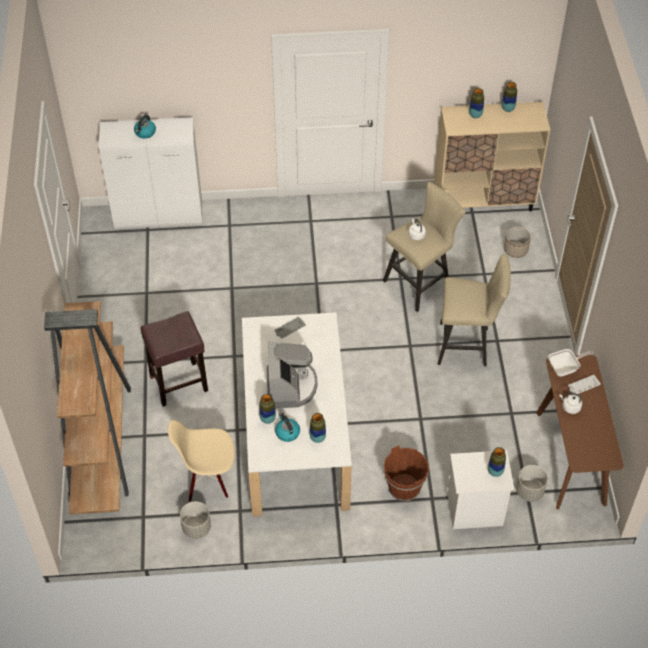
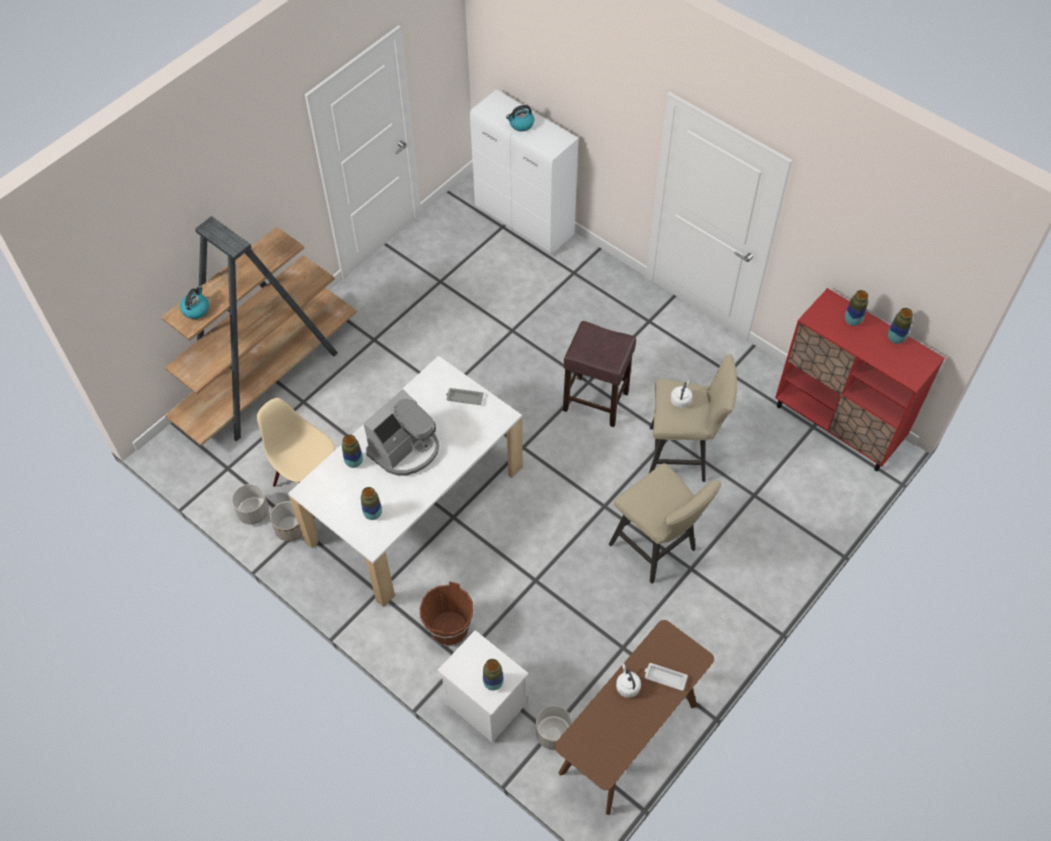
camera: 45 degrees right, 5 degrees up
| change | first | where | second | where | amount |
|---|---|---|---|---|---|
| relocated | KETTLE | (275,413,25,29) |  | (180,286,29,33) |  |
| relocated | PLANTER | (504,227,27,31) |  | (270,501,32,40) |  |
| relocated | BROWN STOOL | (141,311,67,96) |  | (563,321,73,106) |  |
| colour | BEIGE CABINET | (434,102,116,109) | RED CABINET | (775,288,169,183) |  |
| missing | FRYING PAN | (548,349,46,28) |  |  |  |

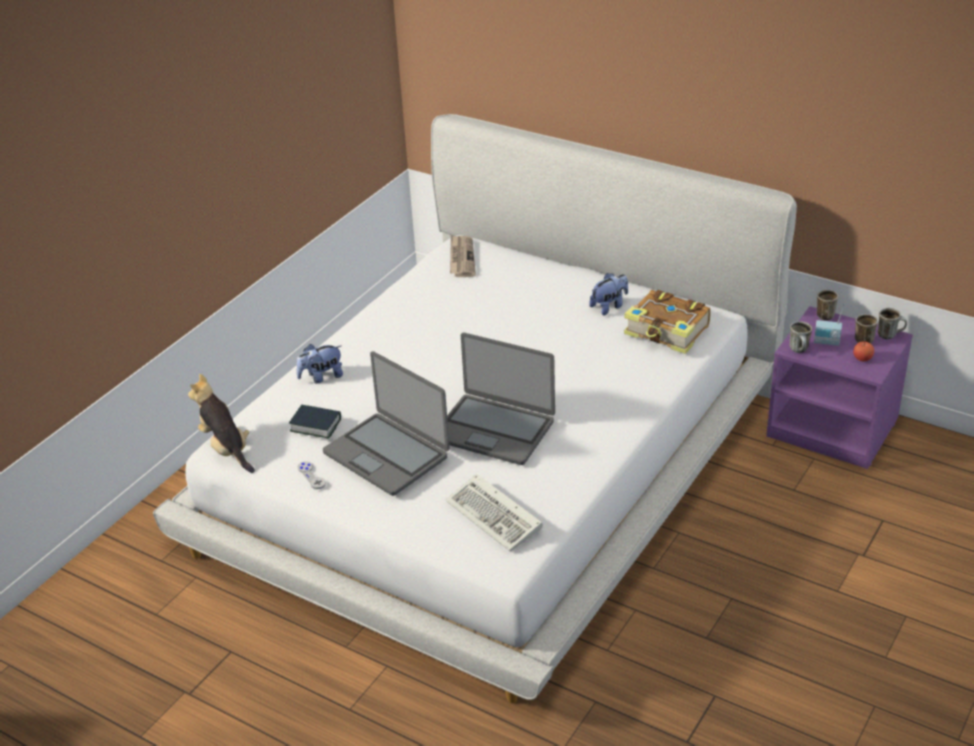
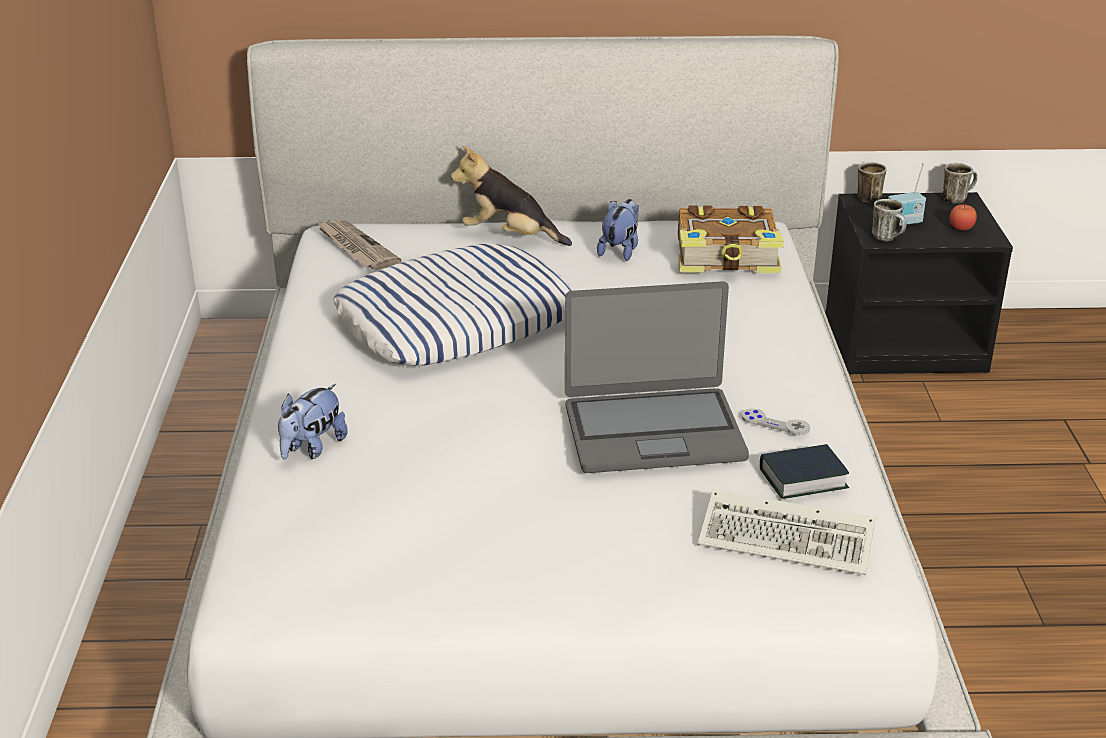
camera: 35 degrees left, 5 degrees down
| change | first | where | second | where | amount |
|---|---|---|---|---|---|
| appeared |  |  | PILLOW | (333,244,240,122) |  |
| relocated | PLUSH TOY | (188,374,67,99) |  | (451,146,121,100) |  |
| relocated | GREY GAME CONTROLLER | (298,461,28,28) |  | (742,408,68,27) |  |
| relocated | BOOK | (289,405,52,34) |  | (760,444,89,55) |  |
| colour | PURPLE NIGHTSTAND | (766,306,147,163) | BLACK NIGHTSTAND | (826,192,187,182) |  |
| missing | LAPTOP | (323,351,127,145) |  |  |  |
| missing | MUG | (855,314,23,30) |  |  |  |

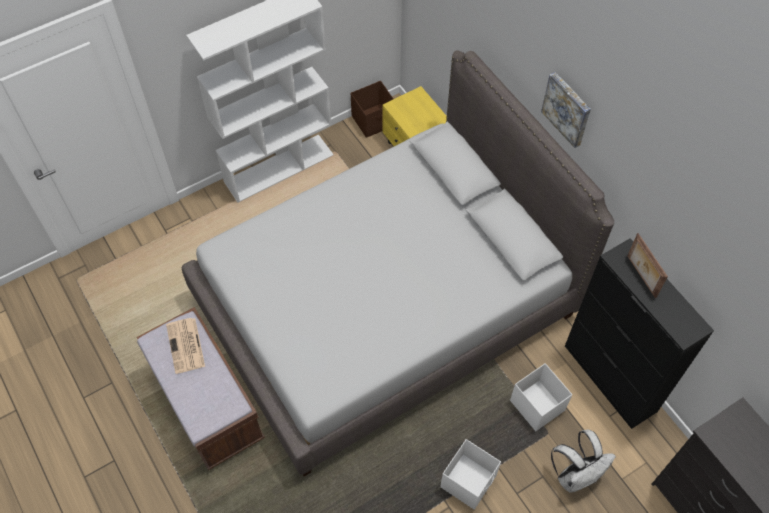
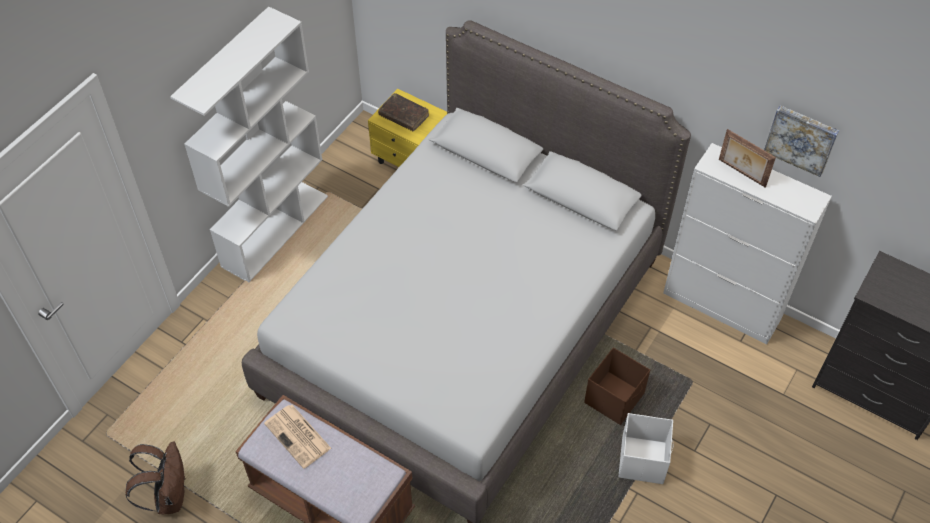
camera: 25 degrees left, 5 degrees down
| change | first | where | second | where | amount |
|---|---|---|---|---|---|
| appeared |  |  | BROWN BACKPACK | (126,441,60,73) |  |
| appeared |  |  | BROWN BOOK | (378,93,51,38) |  |
| relocated | BROWN STORAGE BOX | (351,81,42,57) |  | (584,347,66,78) |  |
| colour | BLACK CABINET | (565,238,149,191) | WHITE CABINET | (663,143,169,202) |  |
| relocated | PICTURE | (541,72,50,76) |  | (764,105,75,72) |  |
| missing | WHITE STORAGE BOX | (510,363,62,68) |  |  |  |
| missing | WHITE BACKPACK | (551,430,65,63) |  |  |  |

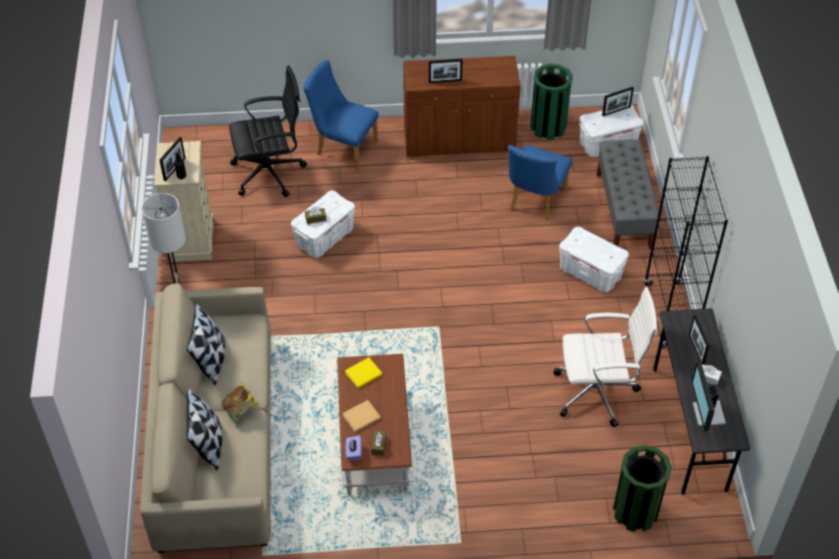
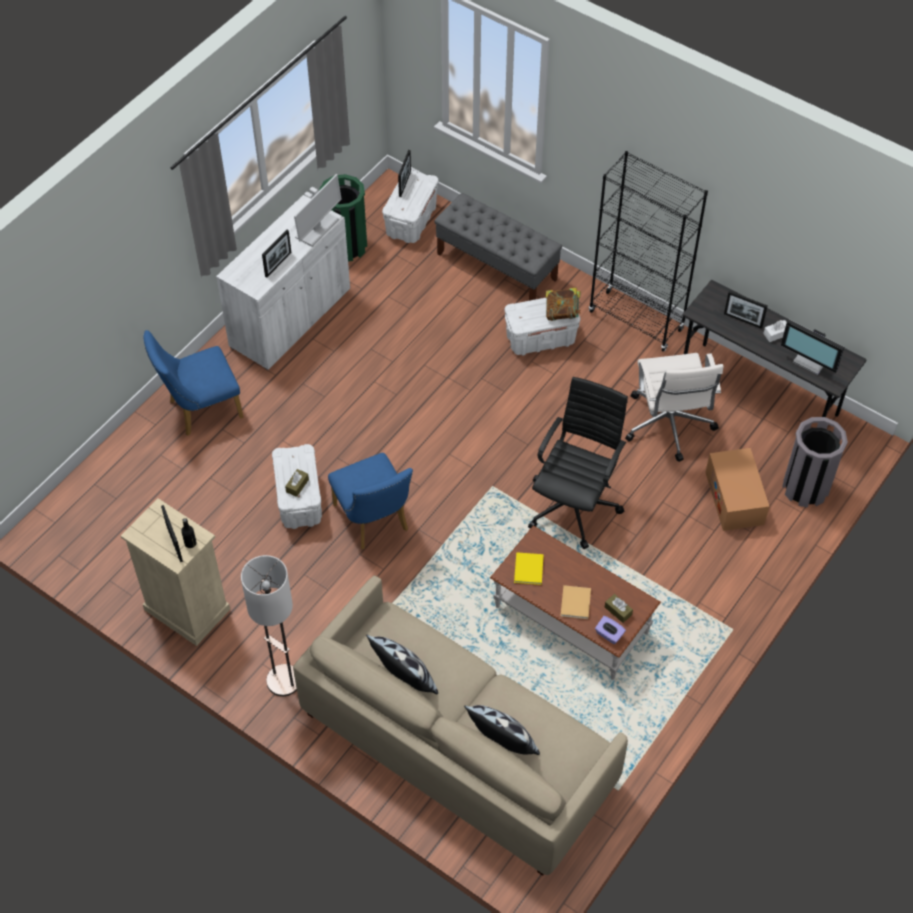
camera: 50 degrees left, 5 degrees up
| change | first | where | second | where | amount |
|---|---|---|---|---|---|
| colour | BROWN CABINET | (403,56,118,101) | WHITE CABINET | (216,195,134,175) |  |
| appeared |  |  | MONITOR | (294,174,48,73) |  |
| relocated | BLUE CHAIR | (508,145,64,76) |  | (328,453,85,96) |  |
| relocated | BLACK OFFICE CHAIR | (229,65,78,132) |  | (528,377,100,172) |  |
| relocated | BOOK | (222,382,37,39) |  | (546,288,35,33) |  |
| spun | WHITE OFFICE CHAIR | (553,287,104,141) |  | (625,353,98,109) | 135 degrees clockwise |
| appeared |  |  | CARDBOARD BOX | (705,448,65,83) |  |
| colour | GREEN TRASH CAN | (613,445,59,87) | GREY TRASH CAN | (783,417,65,91) |  |

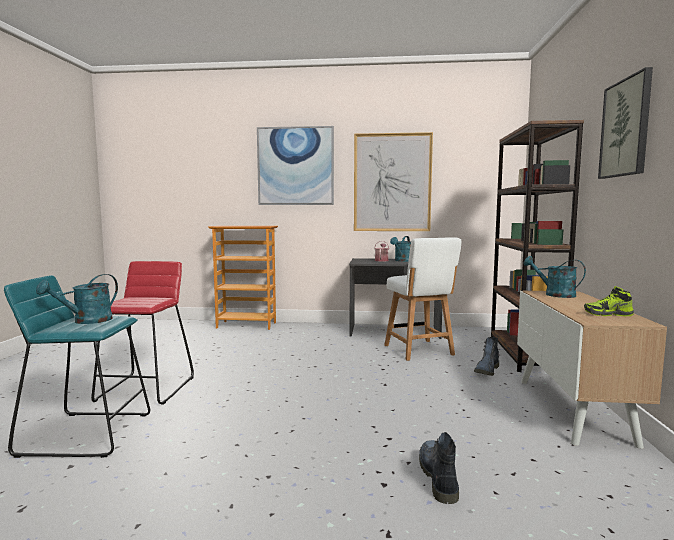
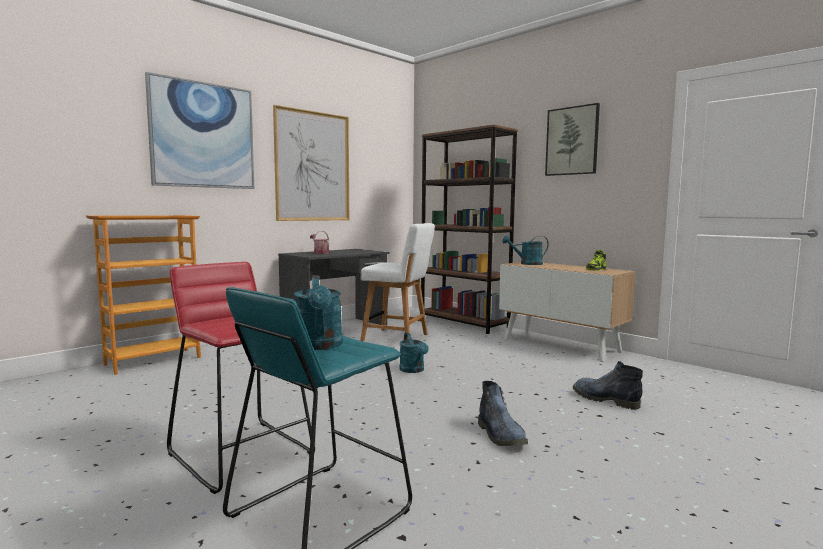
camera: 50 degrees left, 0 degrees up
| change | first | where | second | where | amount |
|---|---|---|---|---|---|
| relocated | TURQUOISE WATERING CAN | (390,236,21,26) |  | (399,333,30,40) |  |
| relocated | BOOT | (474,337,25,39) |  | (478,381,50,65) |  |

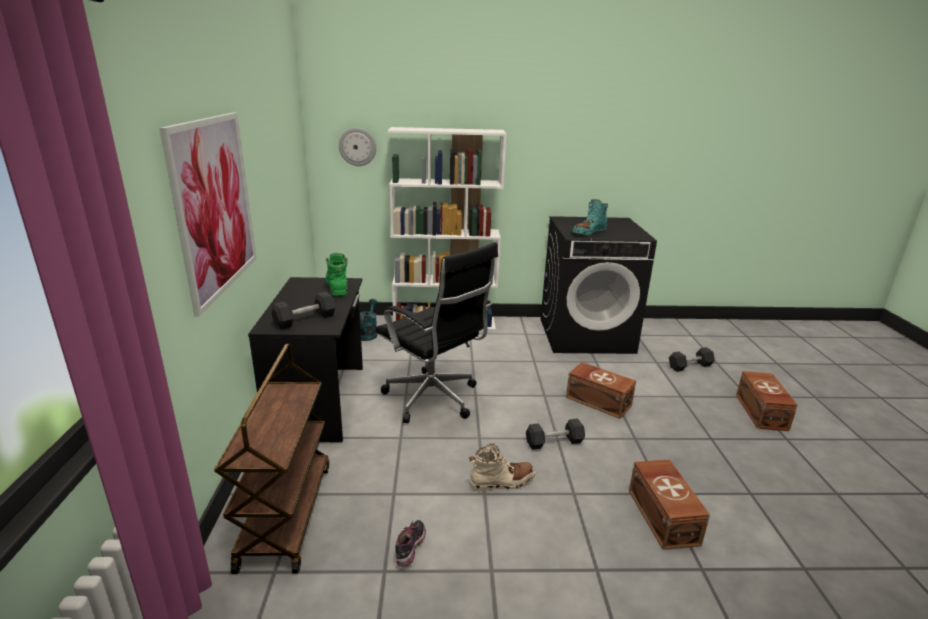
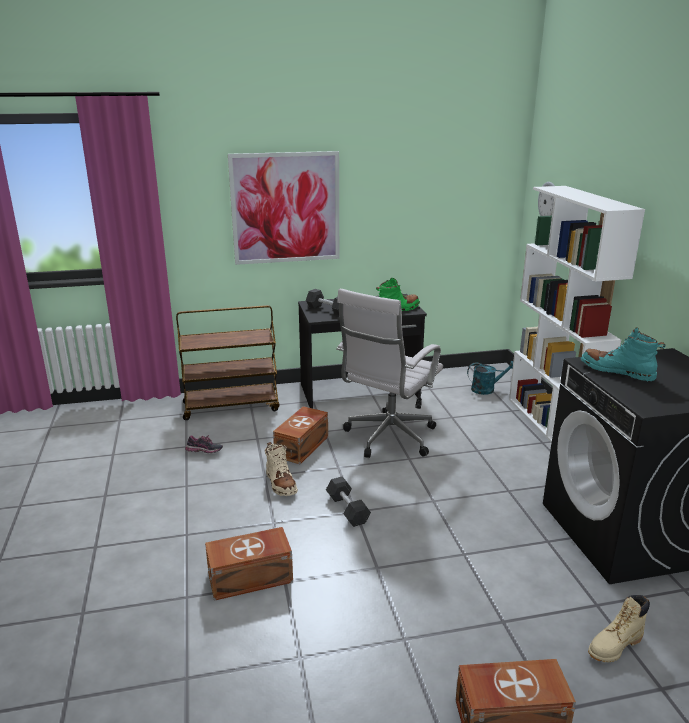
camera: 80 degrees right, 0 degrees up
| change | first | where | second | where | amount |
|---|---|---|---|---|---|
| relocated | BROWN STORAGE BOX | (566,362,70,57) |  | (273,406,55,58) |  |
| colour | BLACK OFFICE CHAIR | (375,242,123,181) | WHITE OFFICE CHAIR | (336,289,107,169) |  |
| exchanged | BLACK DUMBBELL | (669,347,46,25) | BEIGE BOOT | (588,595,62,67) |  |

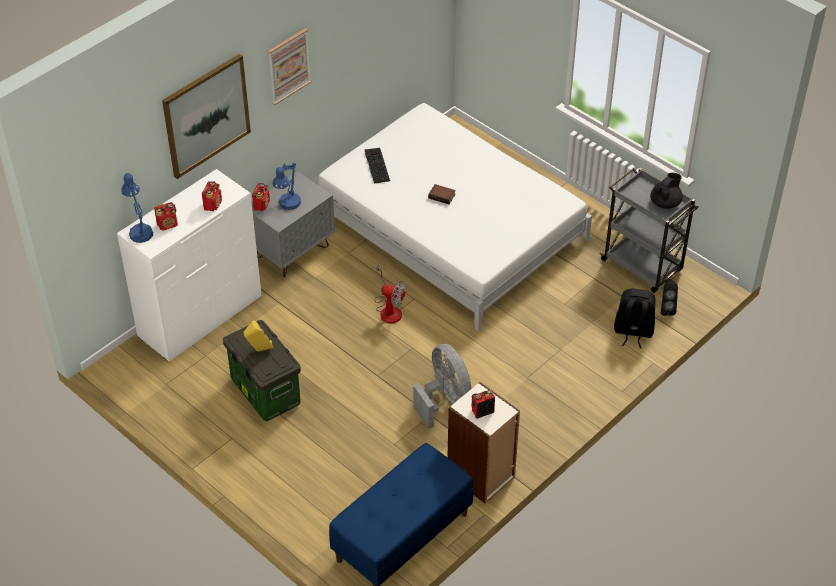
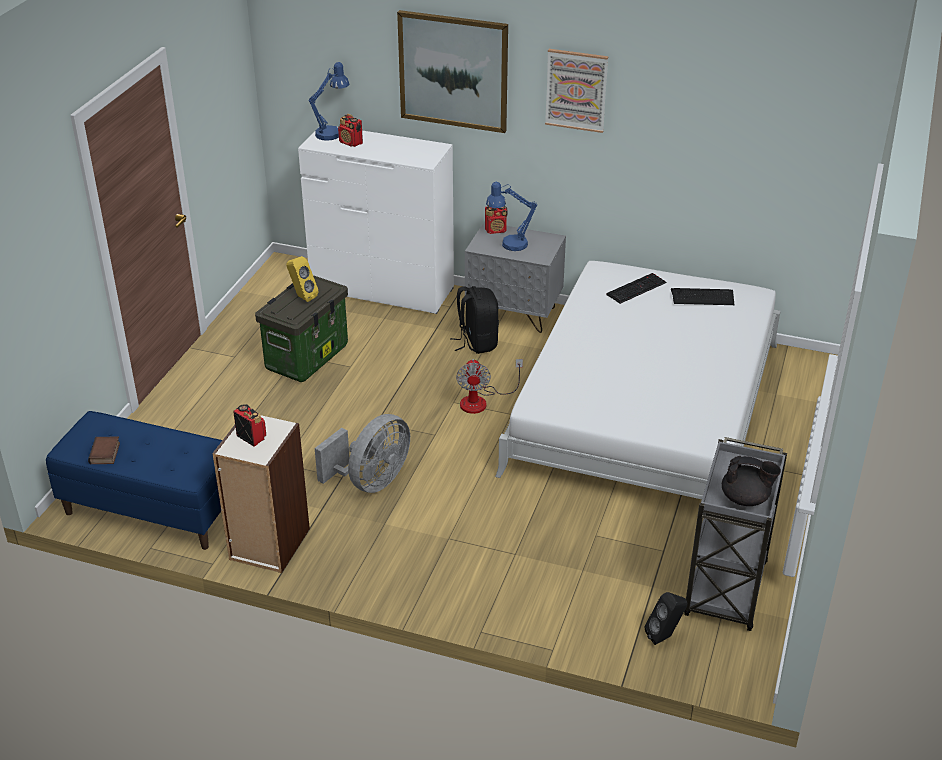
camera: 65 degrees right, 10 degrees down
| change | first | where | second | where | amount |
|---|---|---|---|---|---|
| relocated | BOOK | (428,184,28,20) |  | (88,436,32,28) |  |
| relocated | BLACK BACKPACK | (614,288,41,60) |  | (450,286,49,68) |  |
| appeared |  |  | KEYBOARD | (671,288,63,17) |  |
| missing | RADIO | (202,181,20,30) |  |  |  |

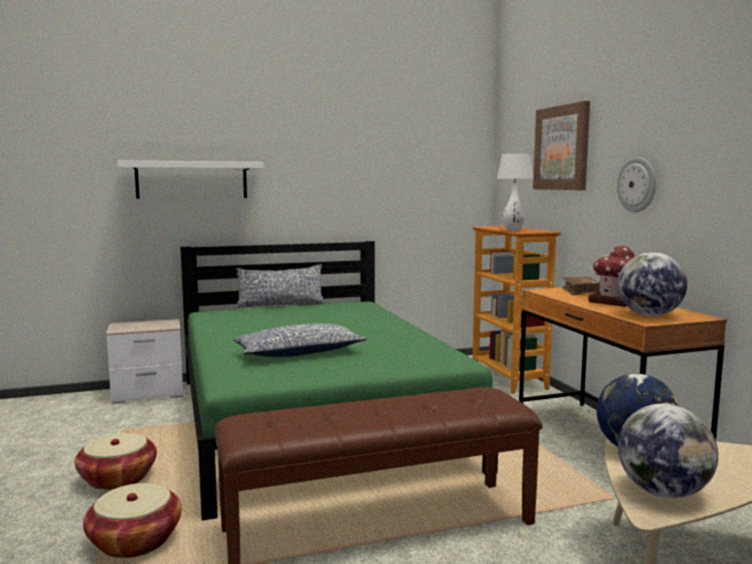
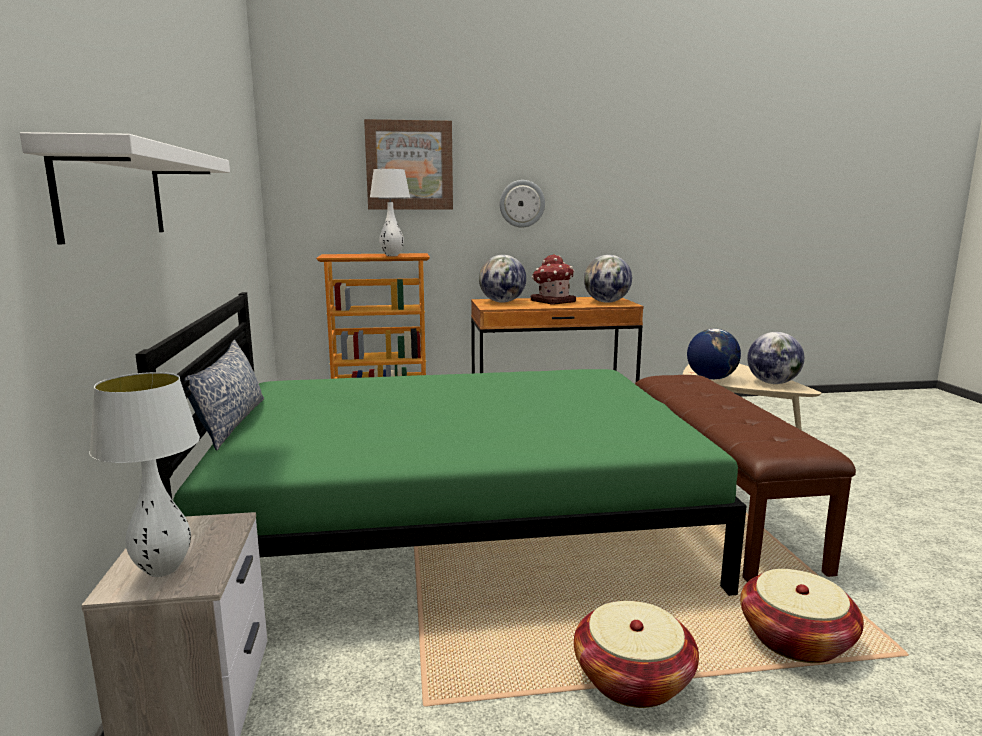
camera: 80 degrees left, 5 degrees up
| change | first | where | second | where | amount |
|---|---|---|---|---|---|
| appeared |  |  | WHITE TABLE LAMP | (89,372,111,205) |  |
| exchanged | BROWN BOOK | (563,277,37,18) | GLOBE | (479,255,47,48) |  |
| missing | PILLOW | (233,323,134,34) |  |  |  |

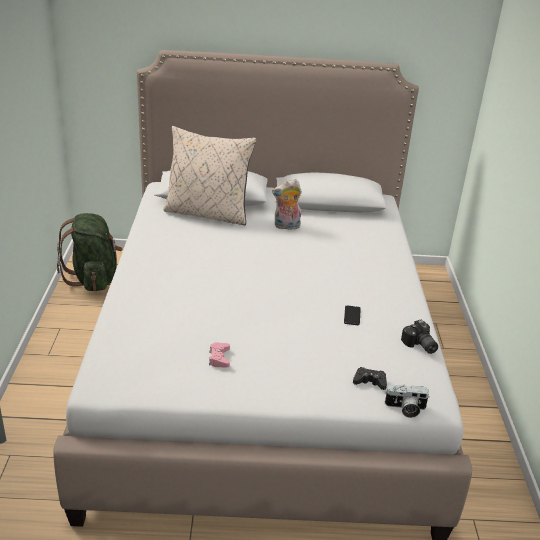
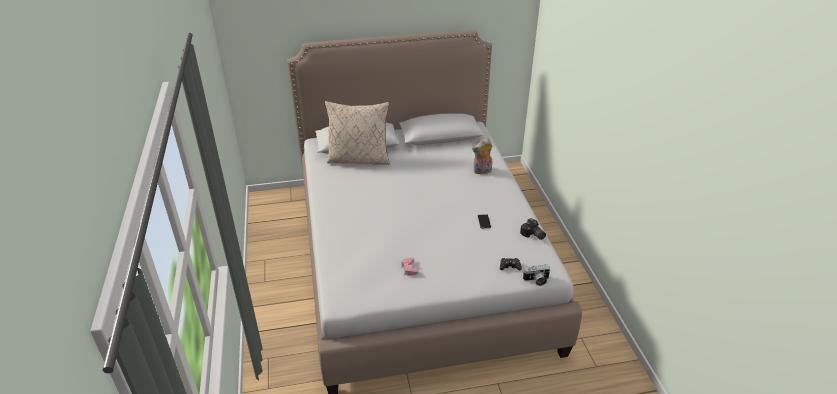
camera: 10 degrees left, 5 degrees up
| change | first | where | second | where | amount |
|---|---|---|---|---|---|
| relocated | PLUSH TOY | (272,179,30,51) |  | (472,138,20,37) |  |
| missing | GREEN BACKPACK | (57,213,65,79) |  |  |  |

